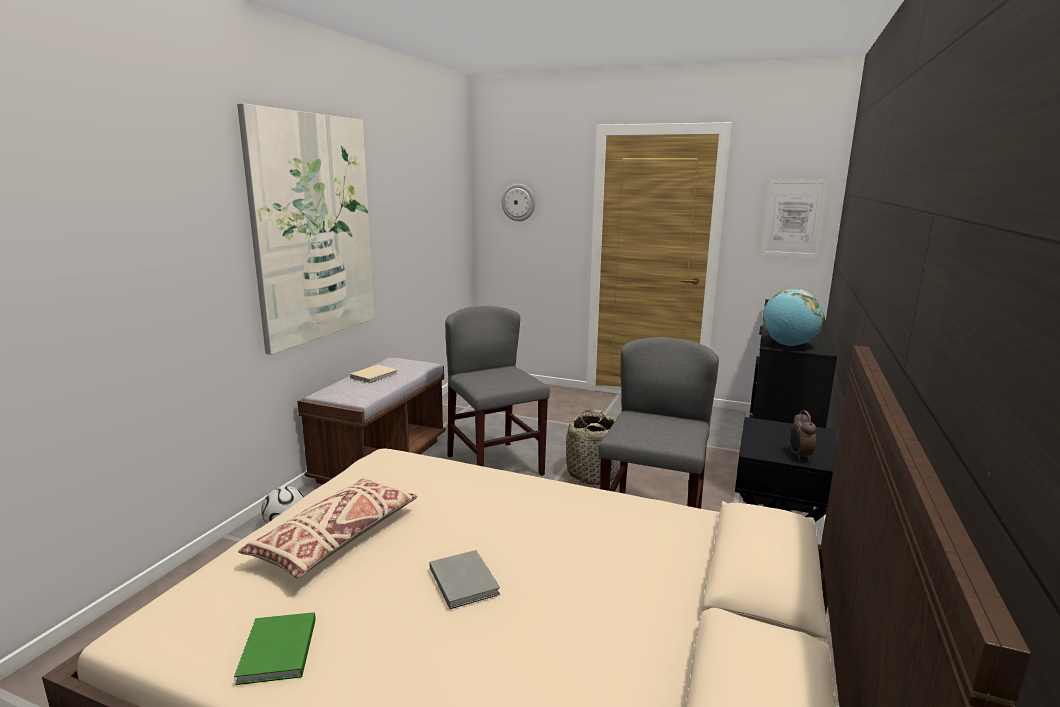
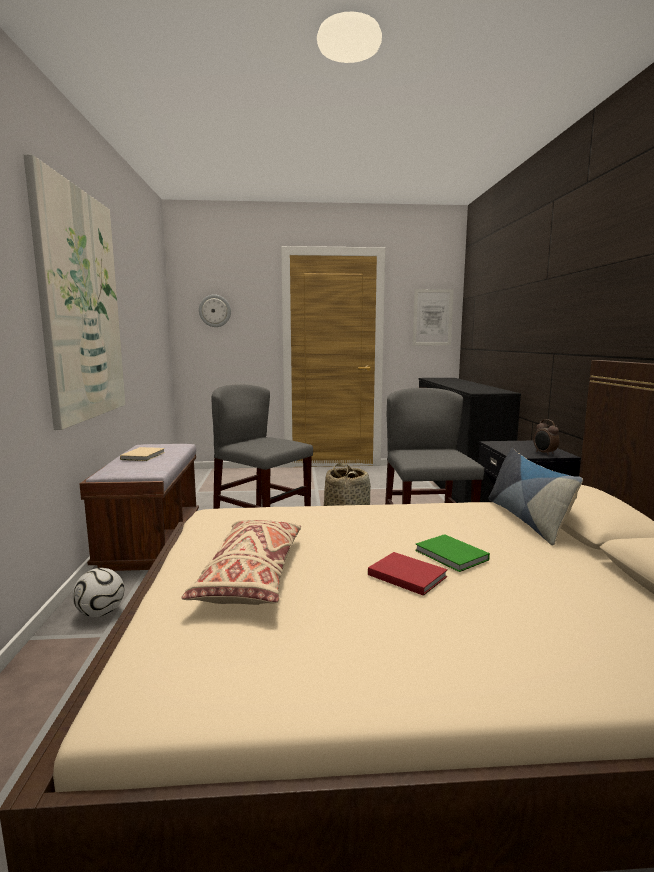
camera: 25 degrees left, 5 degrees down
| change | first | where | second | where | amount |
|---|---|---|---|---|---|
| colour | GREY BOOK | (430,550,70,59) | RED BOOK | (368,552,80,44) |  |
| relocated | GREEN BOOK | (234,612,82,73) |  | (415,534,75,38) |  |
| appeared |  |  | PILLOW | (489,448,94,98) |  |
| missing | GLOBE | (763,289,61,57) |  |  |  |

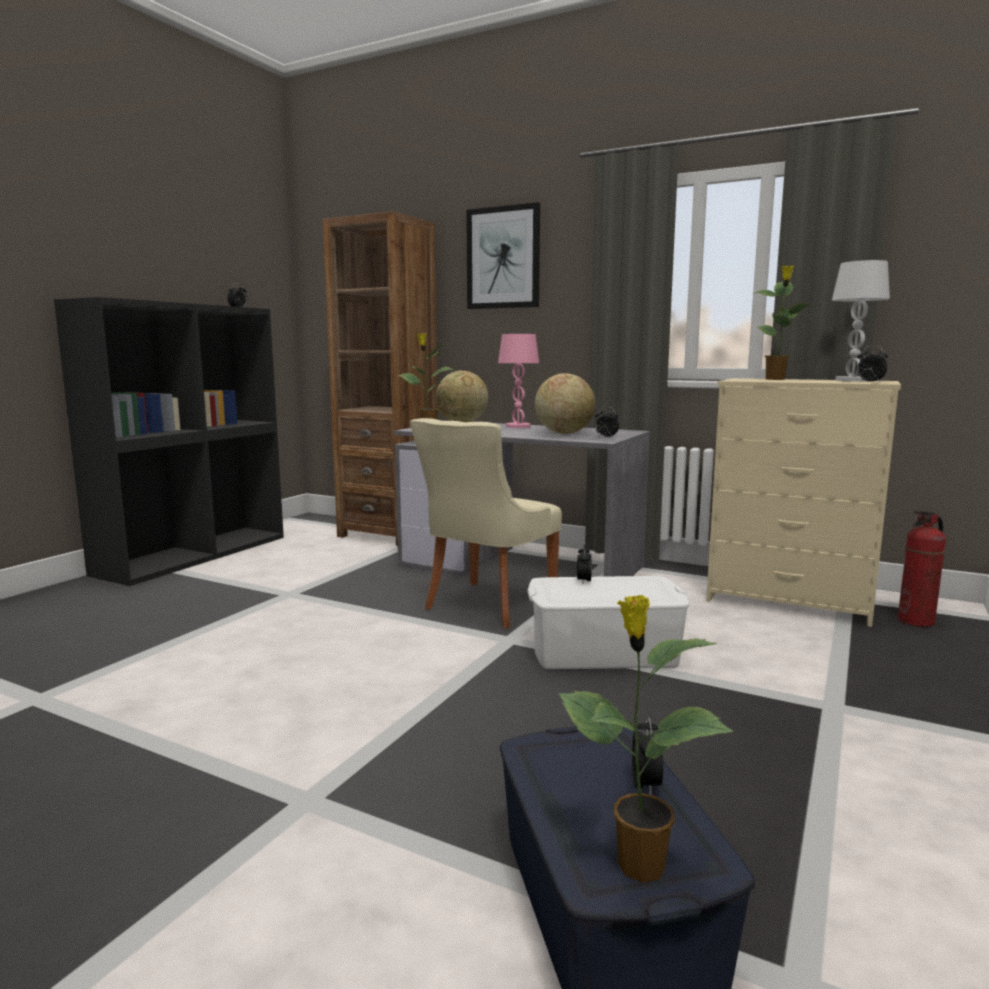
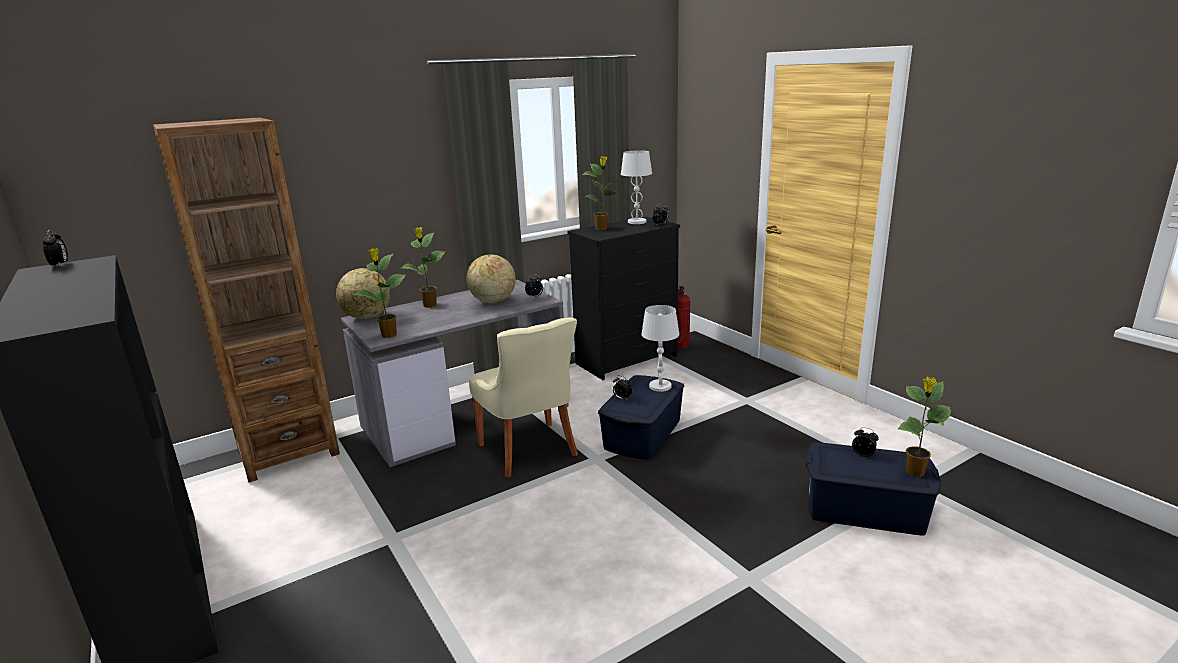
camera: 60 degrees left, 10 degrees up
| change | first | where | second | where | amount |
|---|---|---|---|---|---|
| exchanged | PINK TABLE LAMP | (498,334,41,94) | POTTED PLANT | (401,227,44,81) |  |
| colour | BEIGE DRESSER | (706,378,195,249) | BLACK DRESSER | (567,217,113,163) |  |
| colour | WHITE STORAGE BOX | (527,576,162,93) | BLUE STORAGE BOX | (598,375,86,85) |  |
| appeared |  |  | WHITE TABLE LAMP | (641,305,38,87) |  |
| missing | PICTURE | (466,202,74,107) |  |  |  |

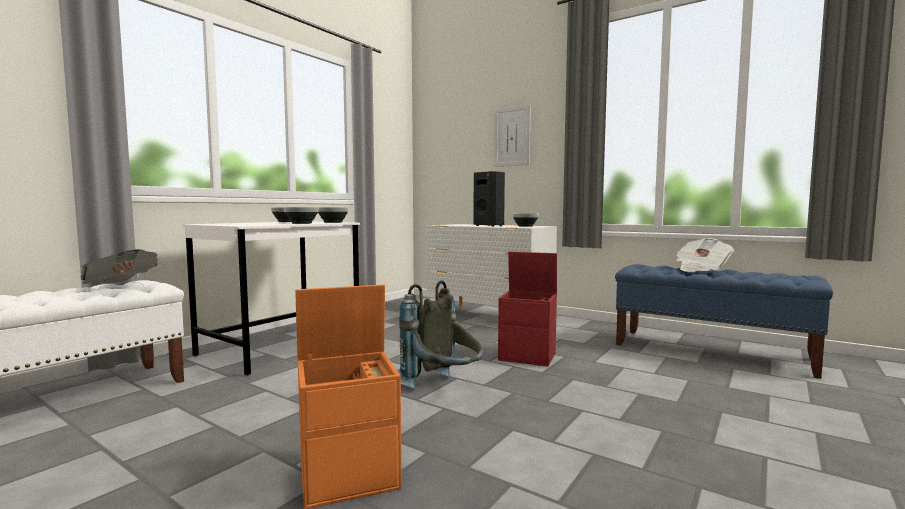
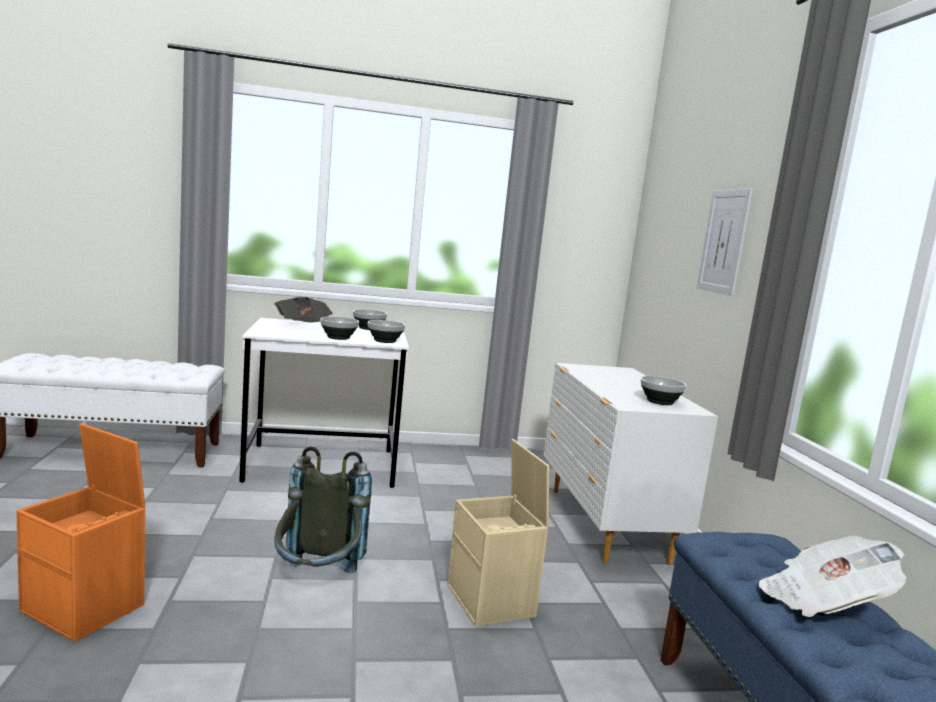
camera: 45 degrees right, 5 degrees up
| change | first | where | second | where | amount |
|---|---|---|---|---|---|
| relocated | NEWSPAPER | (81,249,77,35) |  | (274,297,58,25) |  |
| colour | RED STORAGE BOX | (498,252,59,114) | BEIGE STORAGE BOX | (447,439,102,188) |  |
| missing | BLACK SPEAKER | (473,171,32,56) |  |  |  |

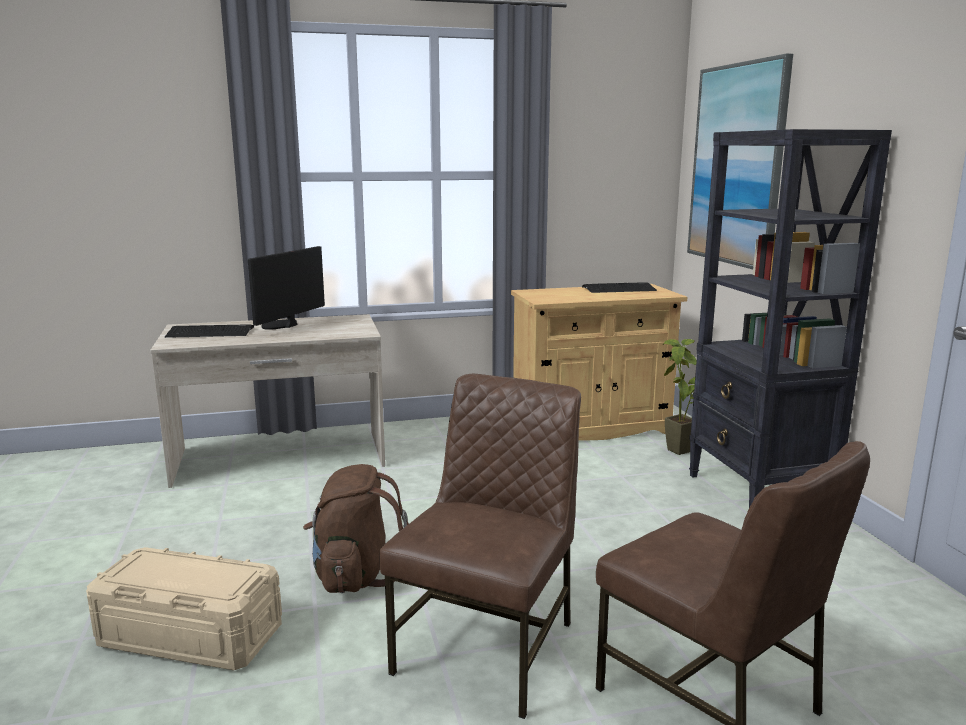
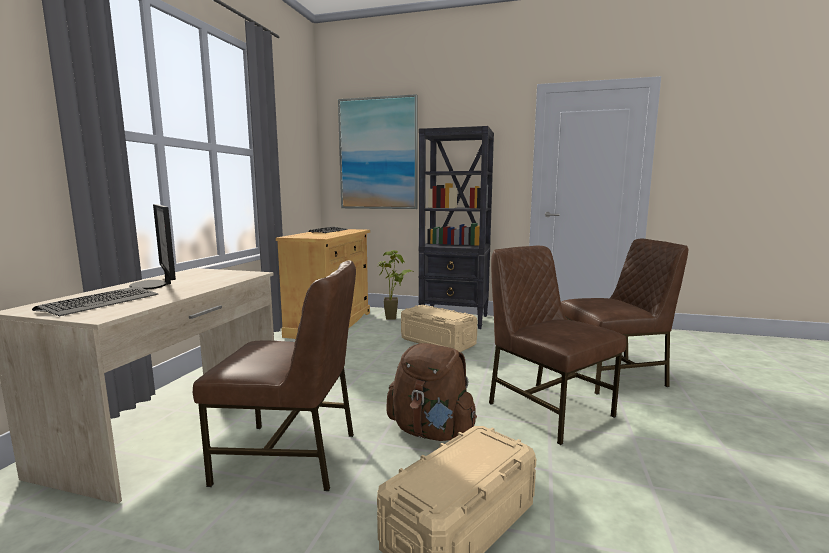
camera: 60 degrees left, 5 degrees down
| change | first | where | second | where | amount |
|---|---|---|---|---|---|
| appeared |  |  | BROWN CHAIR | (193,260,163,231) |  |
| appeared |  |  | BEIGE STORAGE BOX | (401,305,77,47) |  |

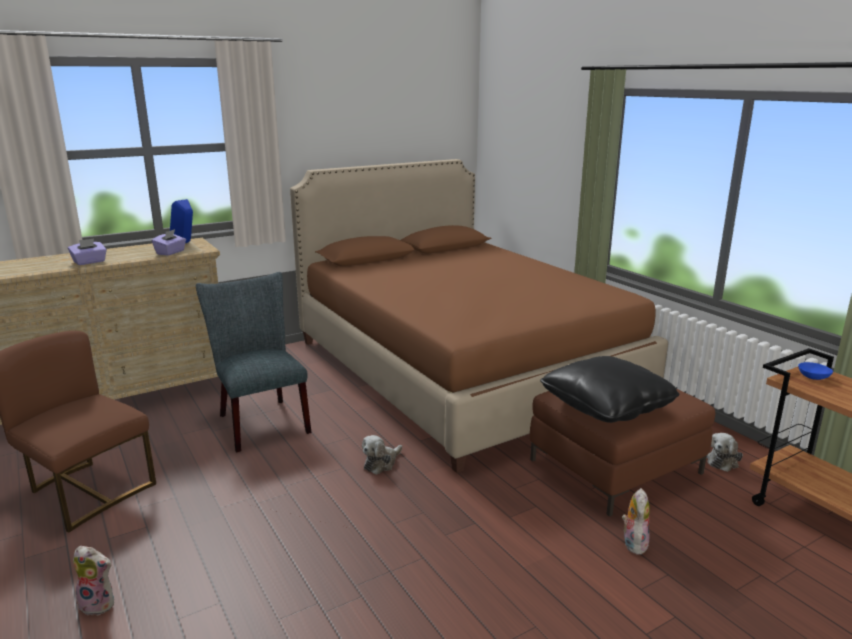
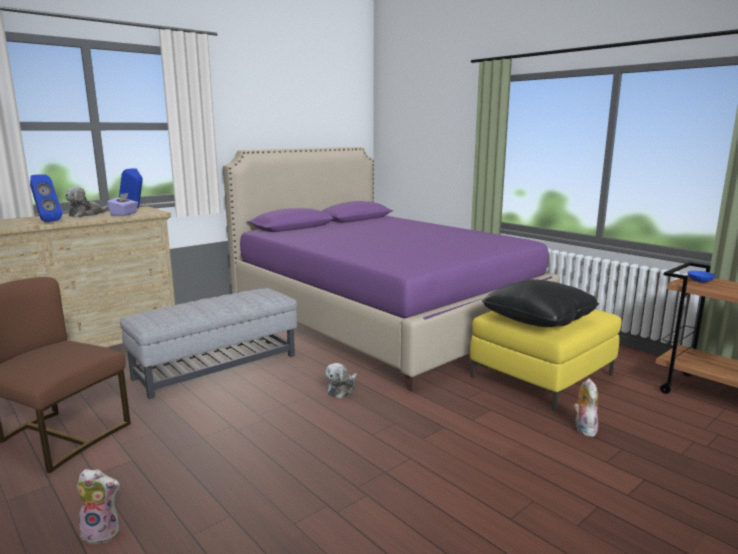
camera: 10 degrees left, 5 degrees down
| change | first | where | second | where | amount |
|---|---|---|---|---|---|
| exchanged | PURPLE TISSUE BOX | (68,238,39,27) | BLUE SPEAKER | (30,174,32,48) |  |
| relocated | PLUSH TOY | (706,433,37,39) |  | (65,186,44,31) |  |
| exchanged | GREY CHAIR | (196,272,116,180) | GREY OTTOMAN | (120,288,177,111) |  |
| colour | BROWN BED | (290,159,378,314) | PURPLE BED | (223,147,337,244) |  |
| colour | BROWN OTTOMAN | (530,389,185,128) | YELLOW OTTOMAN | (470,309,151,103) |  |

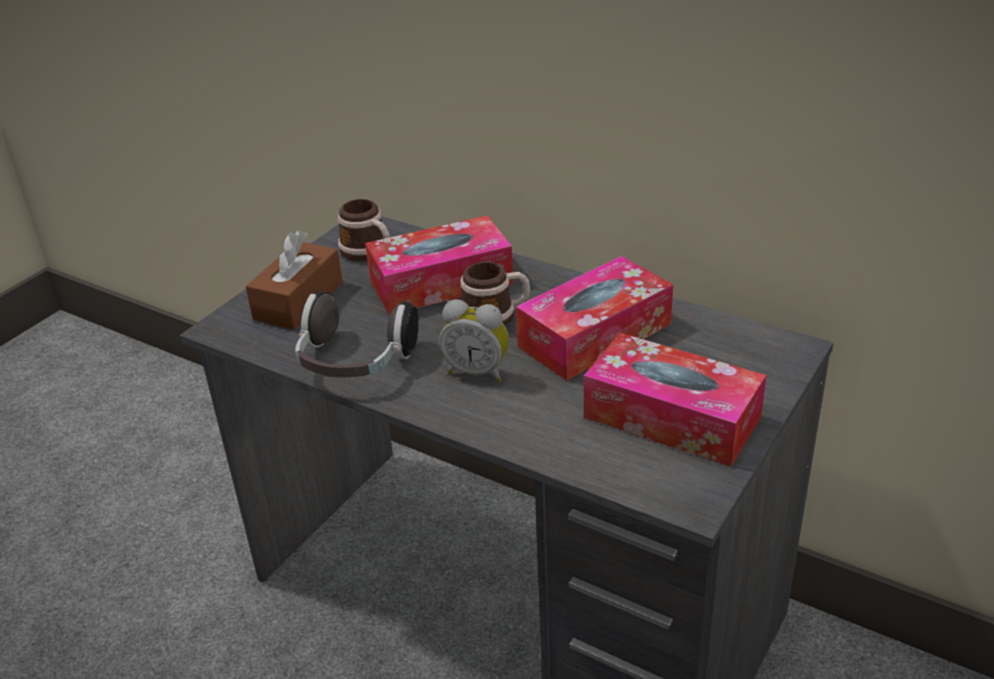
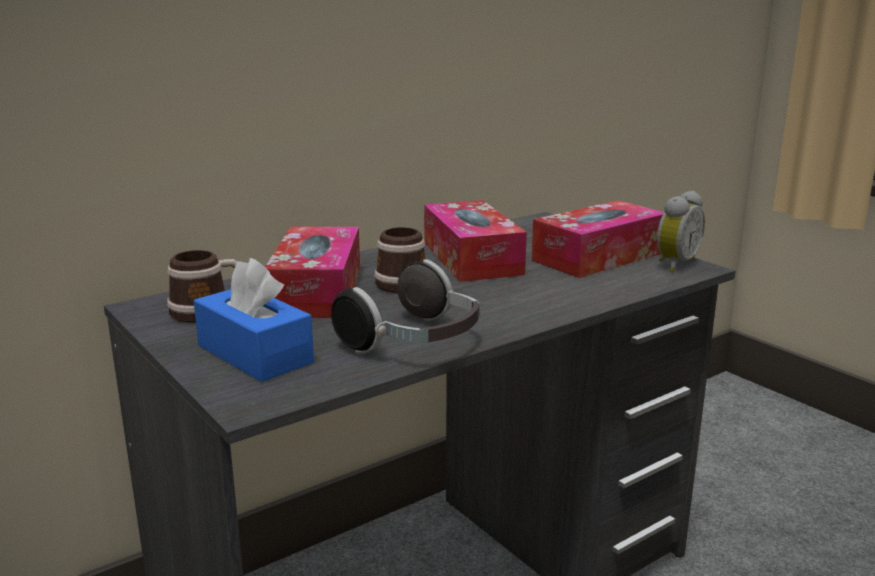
camera: 70 degrees left, 15 degrees down
| change | first | where | second | where | amount |
|---|---|---|---|---|---|
| colour | BROWN TISSUE BOX | (246,230,97,100) | BLUE TISSUE BOX | (194,258,120,124) |  |
| relocated | ALARM CLOCK | (439,299,70,83) |  | (657,191,48,81) |  |

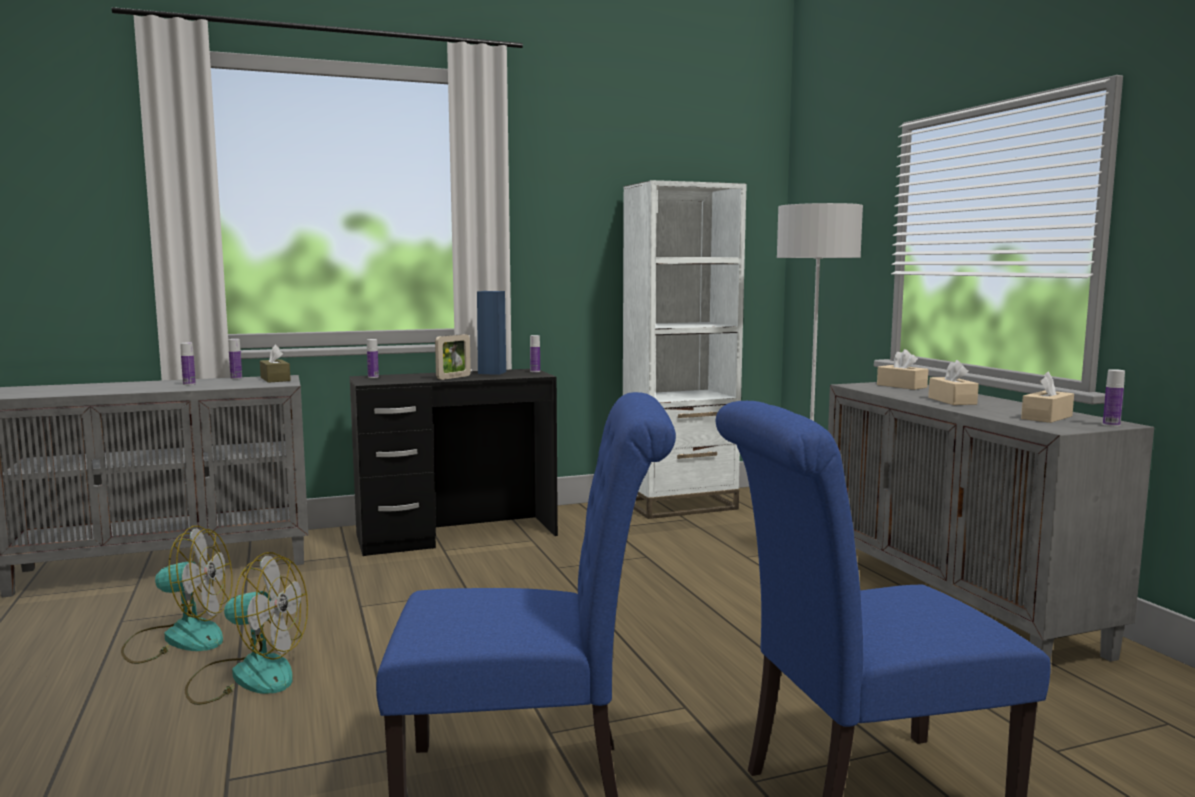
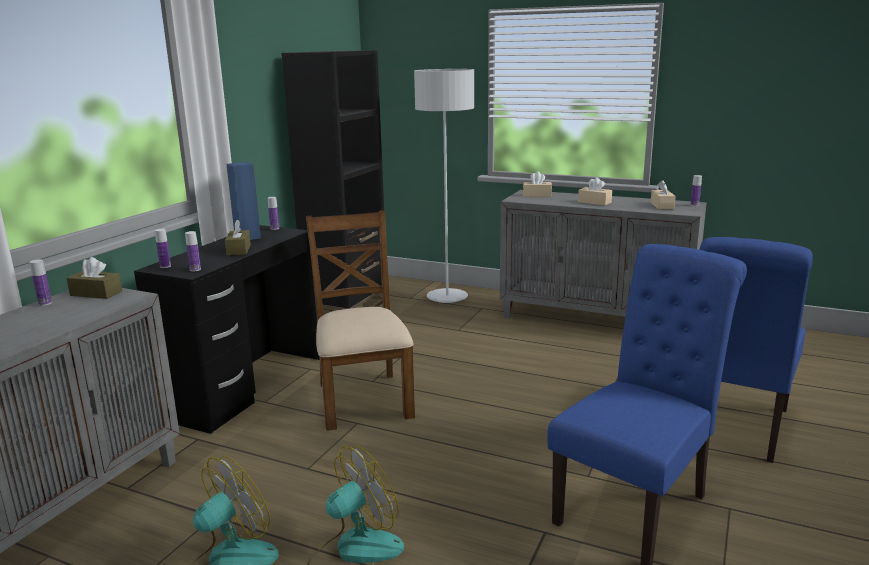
camera: 45 degrees left, 10 degrees up
| change | first | where | second | where | amount |
|---|---|---|---|---|---|
| relocated | BOTTLE | (180,343,16,42) |  | (185,231,16,40) |  |
| exchanged | PICTURE FRAME | (435,334,36,46) | BROWN TISSUE BOX | (225,220,26,36) |  |
| colour | WHITE BOOKCASE | (623,180,124,339) | BLACK BOOKCASE | (281,50,103,260) |  |
| appeared |  |  | BROWN CHAIR | (306,210,109,221) |  |

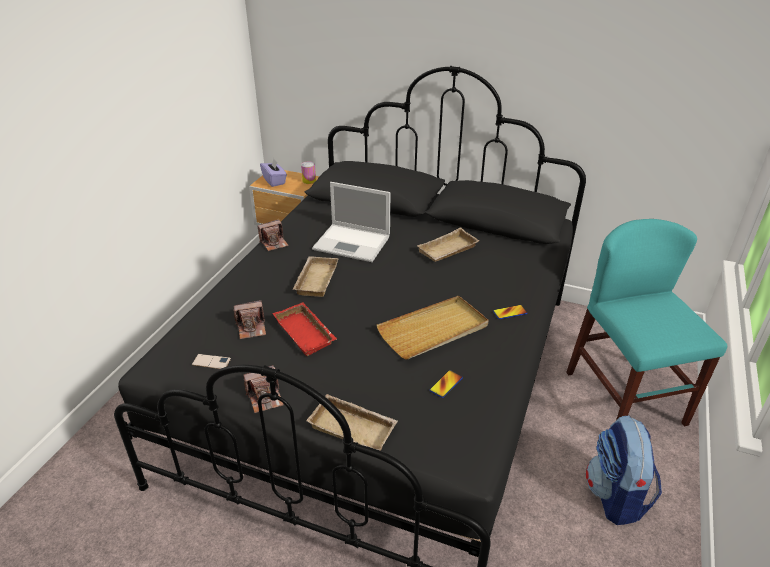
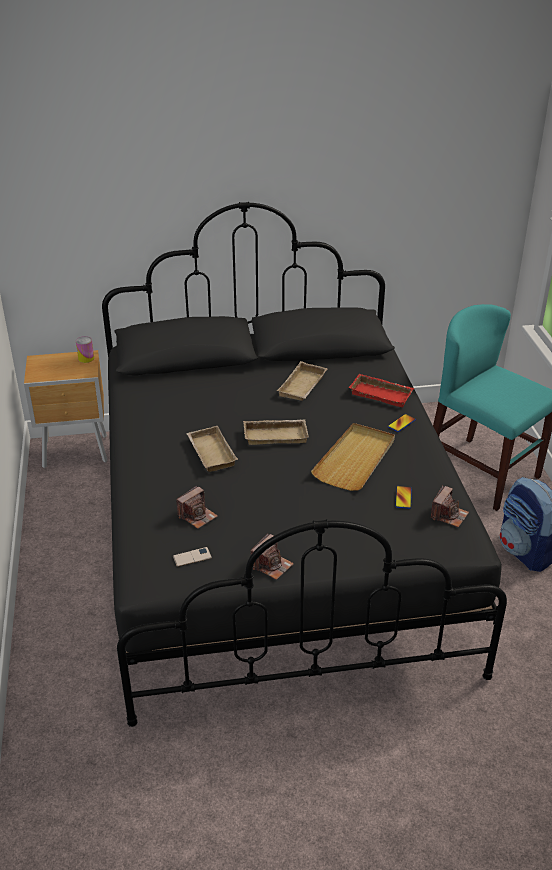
camera: 30 degrees left, 0 degrees up
| change | first | where | second | where | amount |
|---|---|---|---|---|---|
| relocated | BEIGE TRAY | (306,394,92,57) |  | (243,419,66,26) |  |
| relocated | RED TRAY | (272,302,65,54) |  | (349,374,66,33) |  |
| relocated | PHOTO CAMERA | (258,219,31,32) |  | (431,486,38,41) |  |
| missing | PURPLE TISSUE BOX | (260,158,27,29) |  |  |  |
| missing | LAPTOP | (312,182,78,80) |  |  |  |

